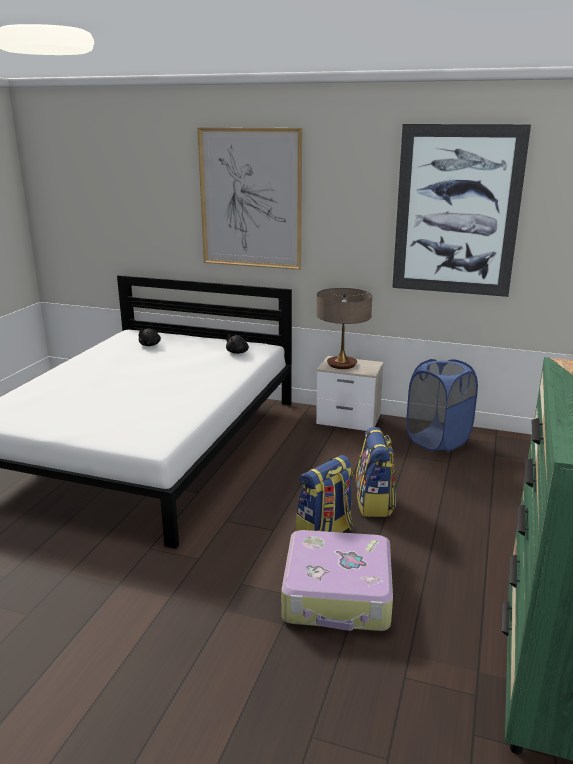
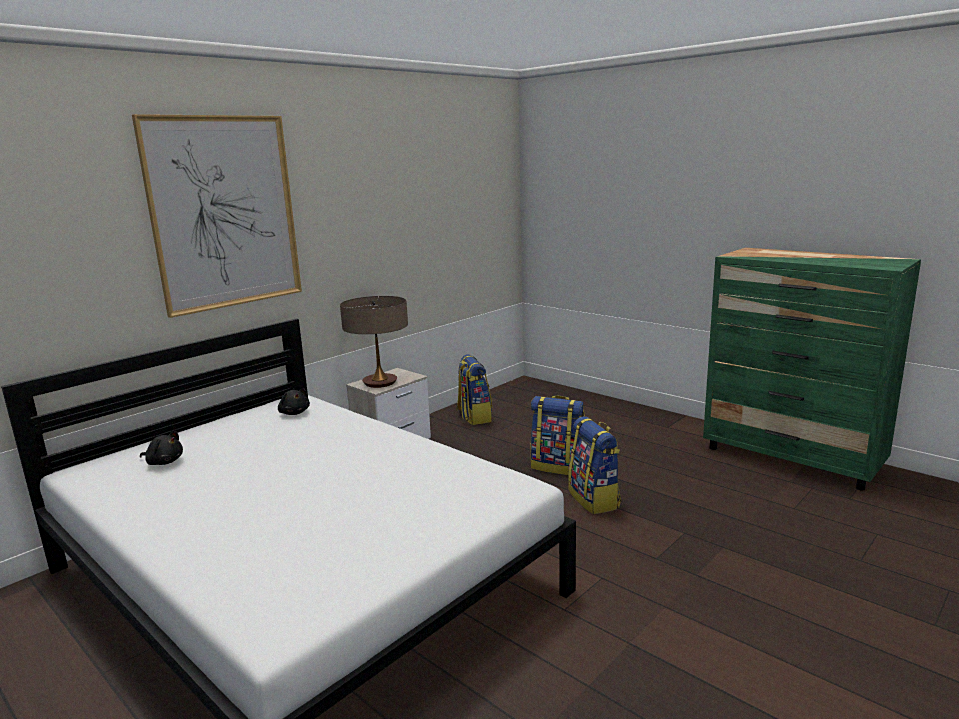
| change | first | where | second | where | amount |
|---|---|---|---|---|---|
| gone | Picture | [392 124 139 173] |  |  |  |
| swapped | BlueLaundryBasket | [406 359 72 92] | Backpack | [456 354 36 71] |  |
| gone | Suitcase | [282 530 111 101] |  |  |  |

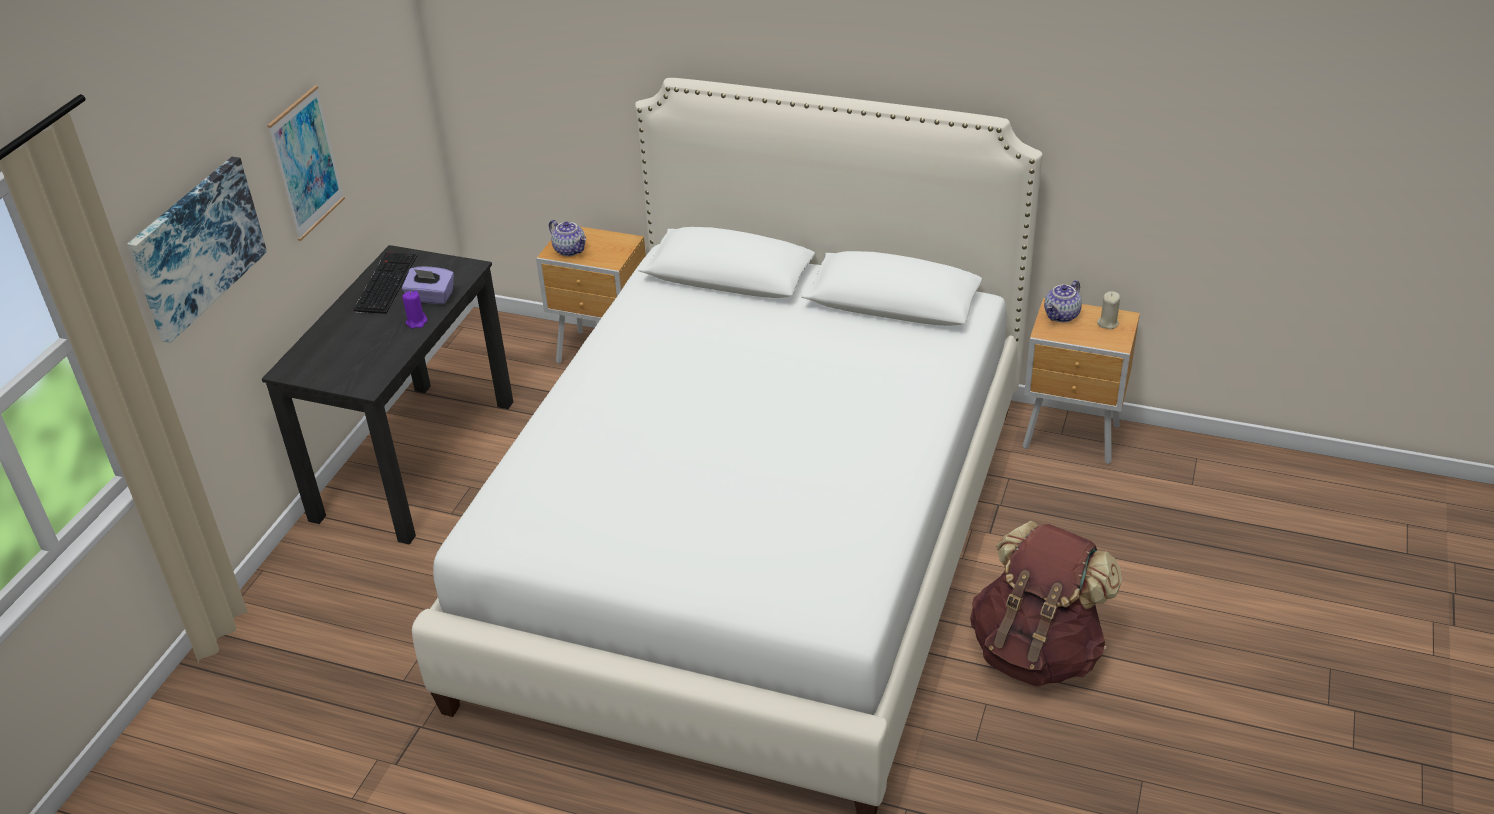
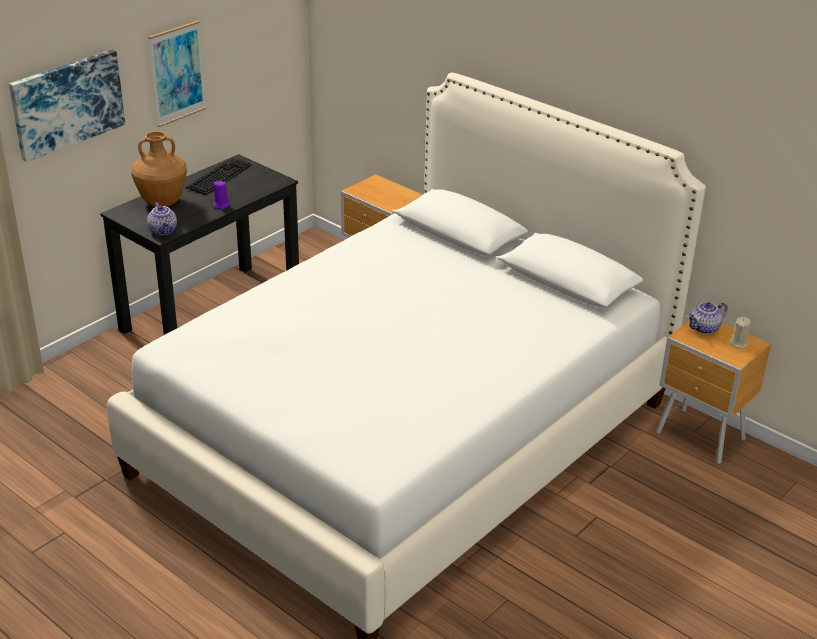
| change | first | where | second | where | amount |
|---|---|---|---|---|---|
| shifted | Teapot | [549 220 37 36] |  | [147 202 30 33] |  |
| gone | PurpleTissueBox | [402 267 52 37] |  |  |  |
| gone | BrownBackpack | [970 521 152 165] |  |  |  |
| new |  |  | BrownVase | [131 131 56 76] |  |

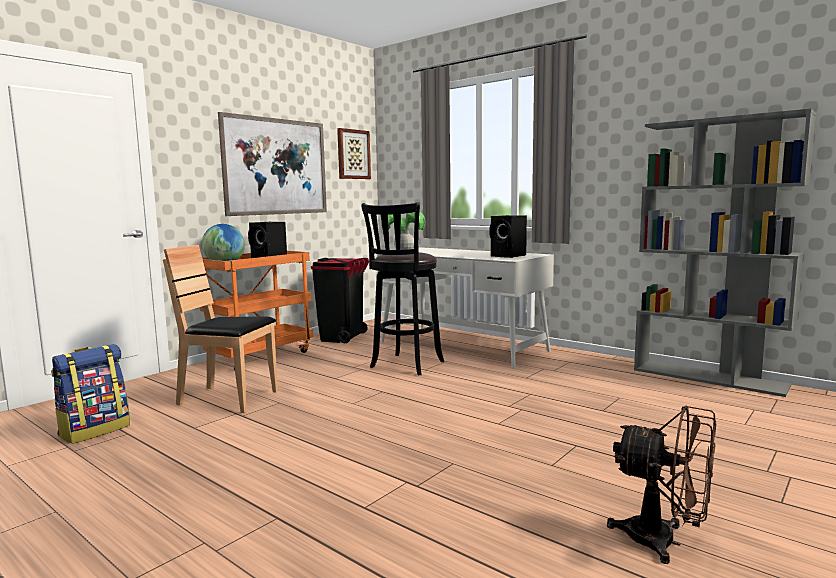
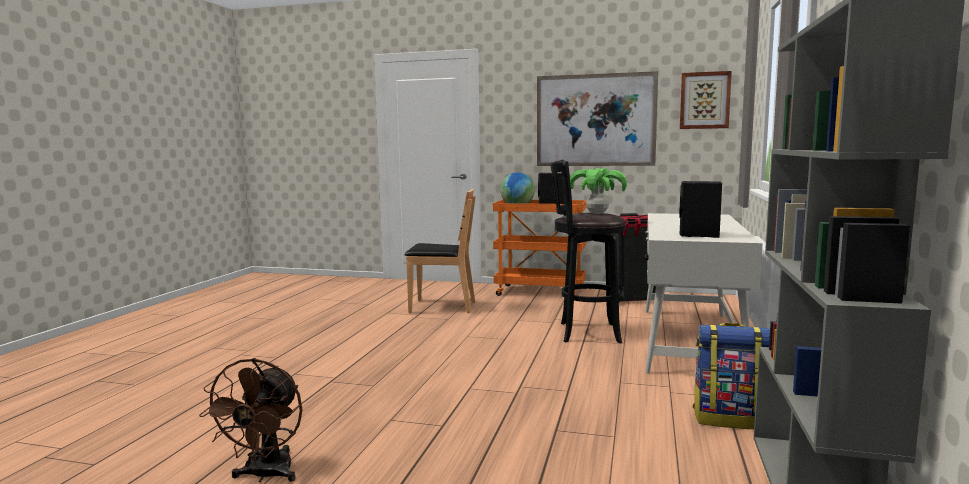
| change | first | where | second | where | amount |
|---|---|---|---|---|---|
| rotated | BrownChair | [163 245 115 168] |  | [405 189 71 124] | 105 degrees clockwise |
| shifted | Backpack | [51 344 79 100] |  | [693 323 77 106] |  |

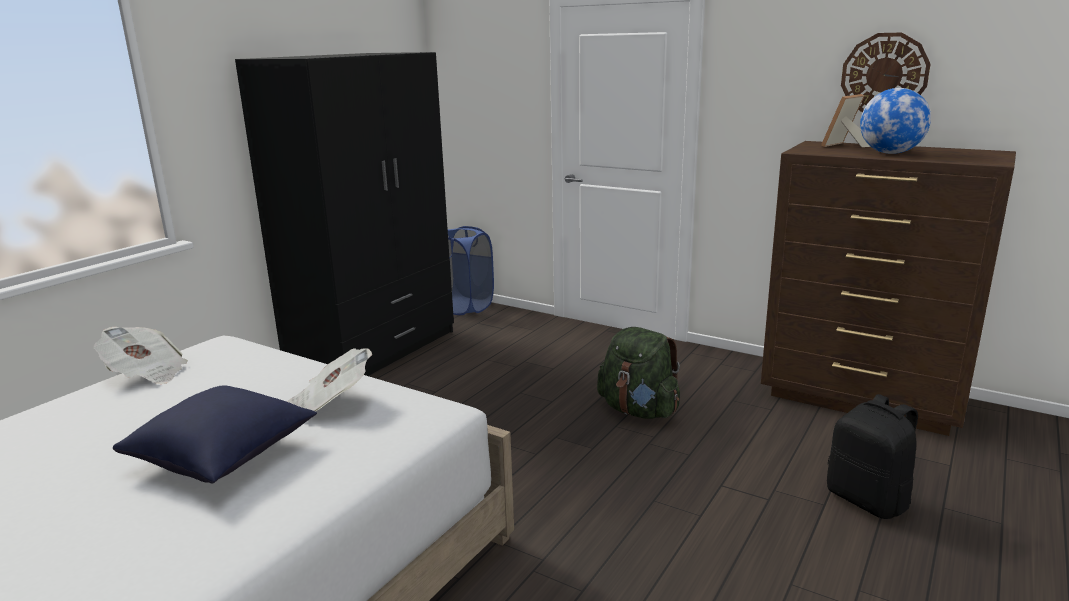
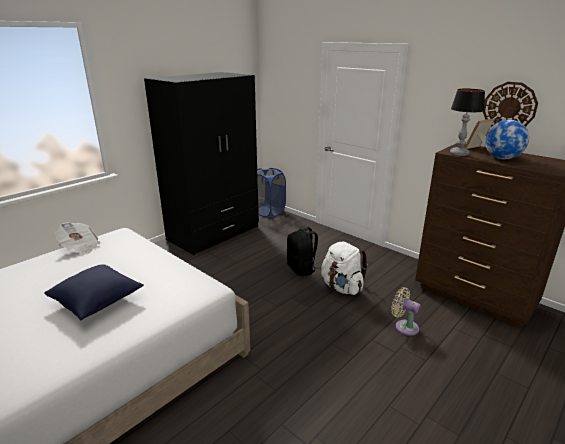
| change | first | where | second | where | amount |
|---|---|---|---|---|---|
| repainted | GreenBackpack | [597 327 83 92] | WhiteBackpack | [321 242 47 53] |  |
| gone | Newspaper | [287 348 85 64] |  |  |  |
| shifted | BlackBackpack | [827 394 91 125] |  | [287 227 31 49] |  |
| new |  |  | TableLamp | [450 89 35 67] |  |
| new |  |  | BeigeFan | [391 287 30 49] |  |

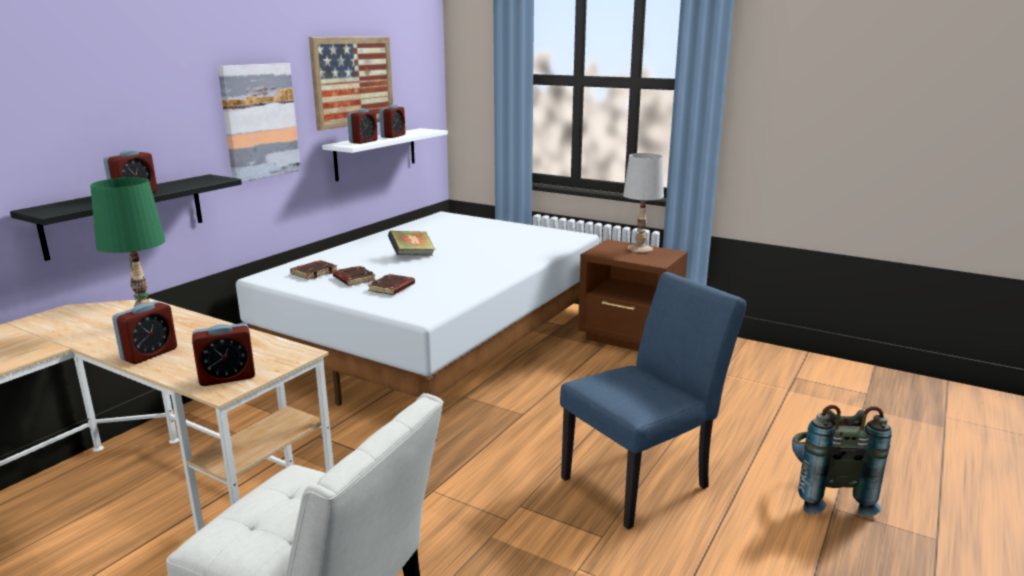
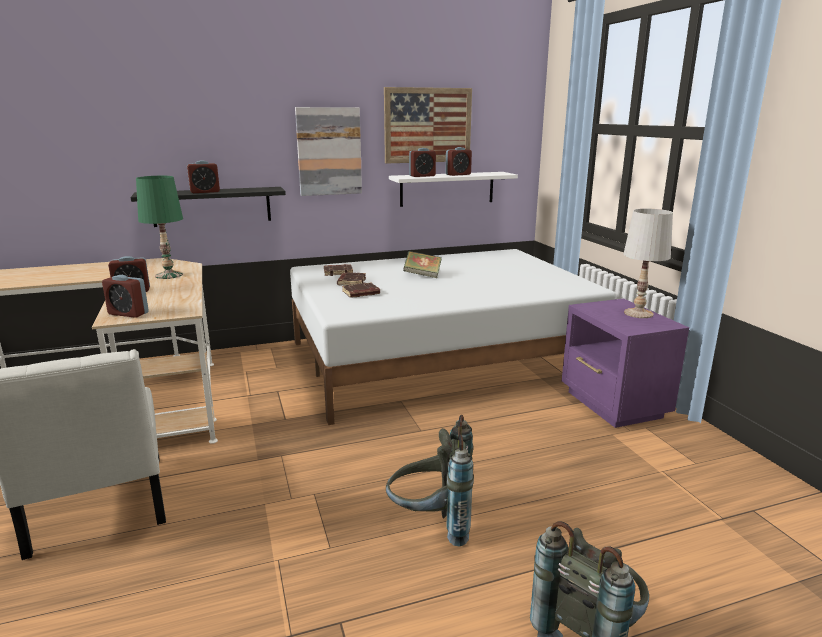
| change | first | where | second | where | amount |
|---|---|---|---|---|---|
| repainted | BrownNightstand | [578 239 110 112] | PurpleNightstand | [562 298 127 130] |  |
| swapped | BlueChair | [560 272 186 258] | GreyBackpack | [386 415 88 131] |  |

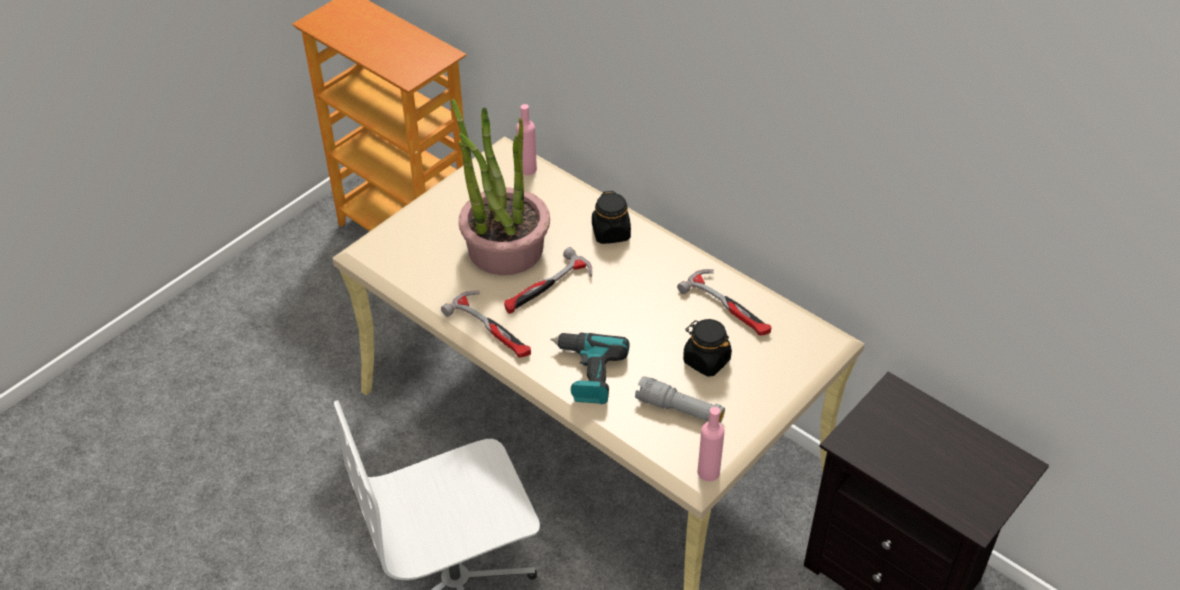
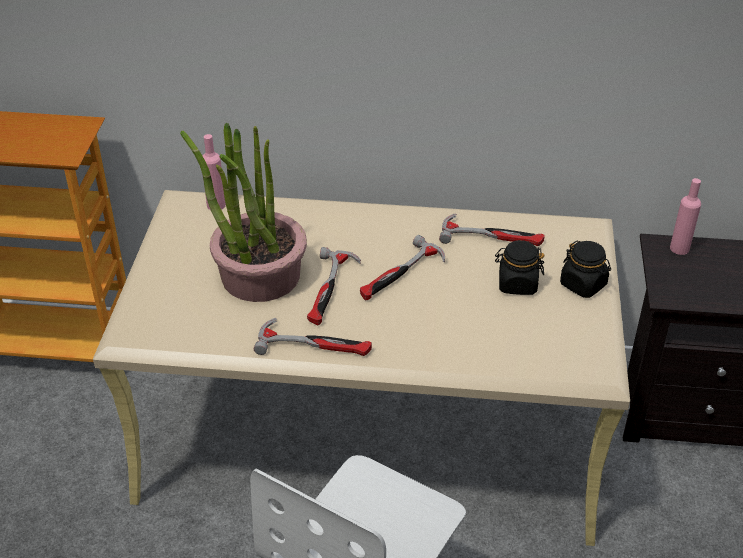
| change | first | where | second | where | amount |
|---|---|---|---|---|---|
| shifted | BlackJar | [592 191 39 53] |  | [560 240 51 58] |  |
| gone | PowerDrill | [550 333 80 71] |  |  |  |
| gone | GreyFlashlight | [635 376 90 48] |  |  |  |
| shifted | PinkBottle | [697 407 28 75] |  | [670 178 31 77] |  |
| new |  |  | Hammer | [360 235 85 65] |  |

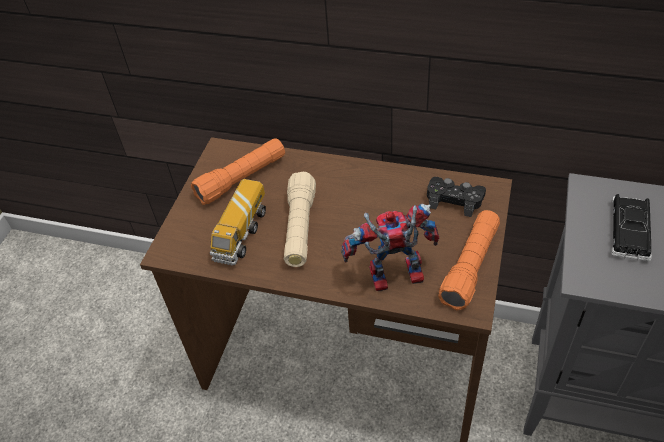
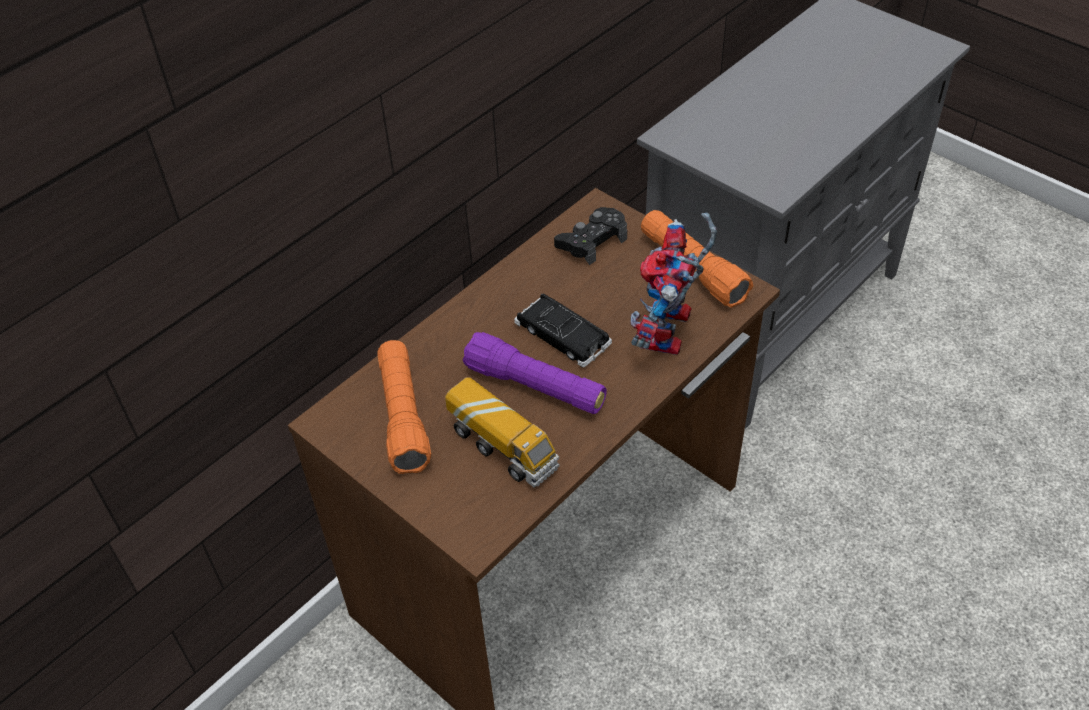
| change | first | where | second | where | amount |
|---|---|---|---|---|---|
| repainted | BeigeFlashlight | [284 172 32 95] | PurpleFlashlight | [463 332 144 82] |  |
| shifted | BlackToyCar | [611 194 41 67] |  | [514 293 98 74] |  |

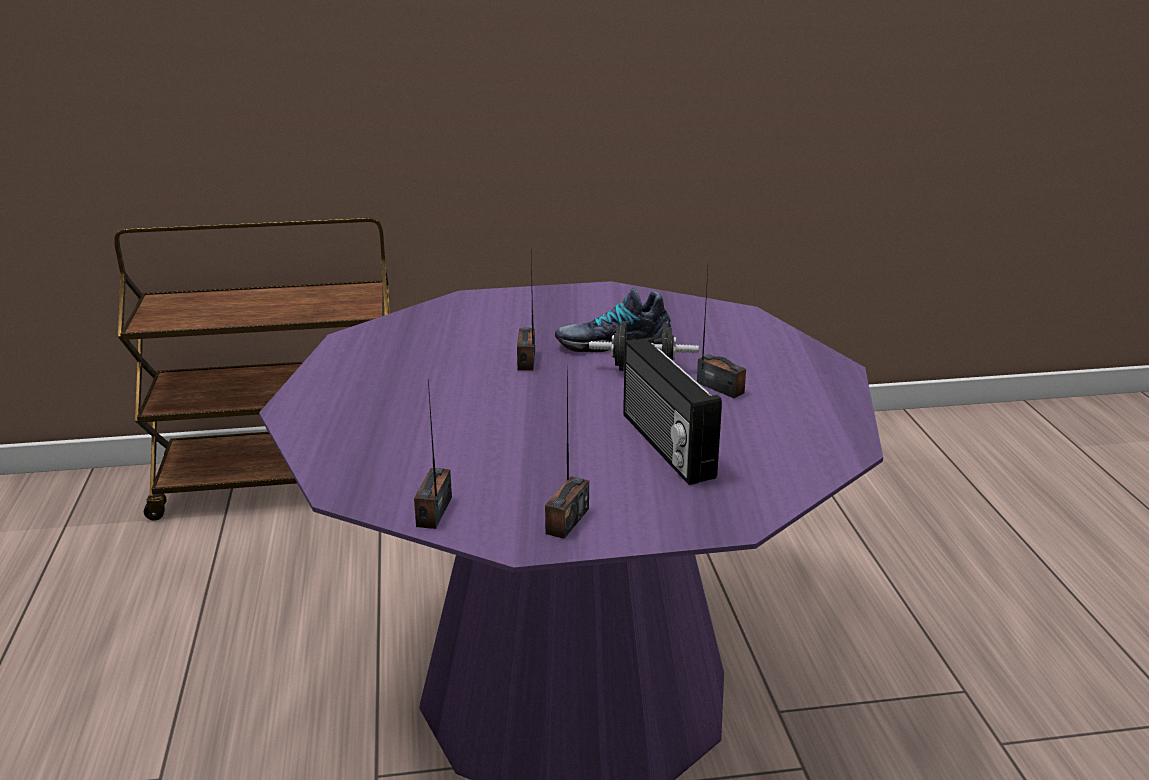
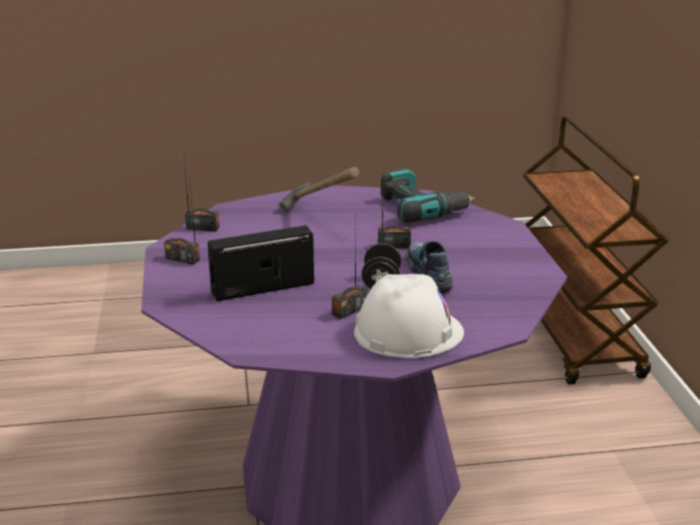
| change | first | where | second | where | amount |
|---|---|---|---|---|---|
| new |  |  | Hammer | [279 167 80 44] |  |
| new |  |  | PowerDrill | [381 169 94 54] |  |
| new |  |  | WhiteHardHat | [354 274 110 84] |  |

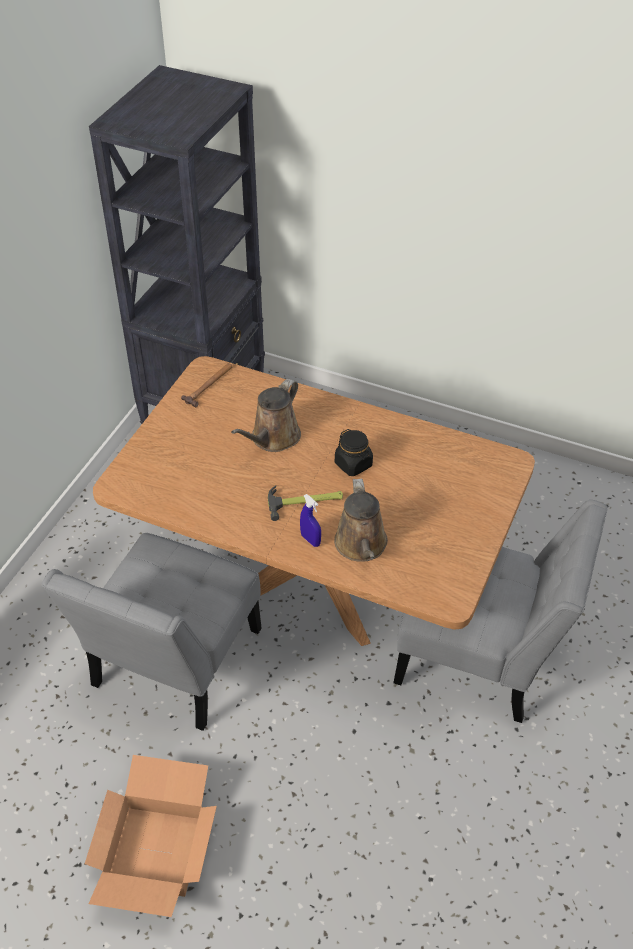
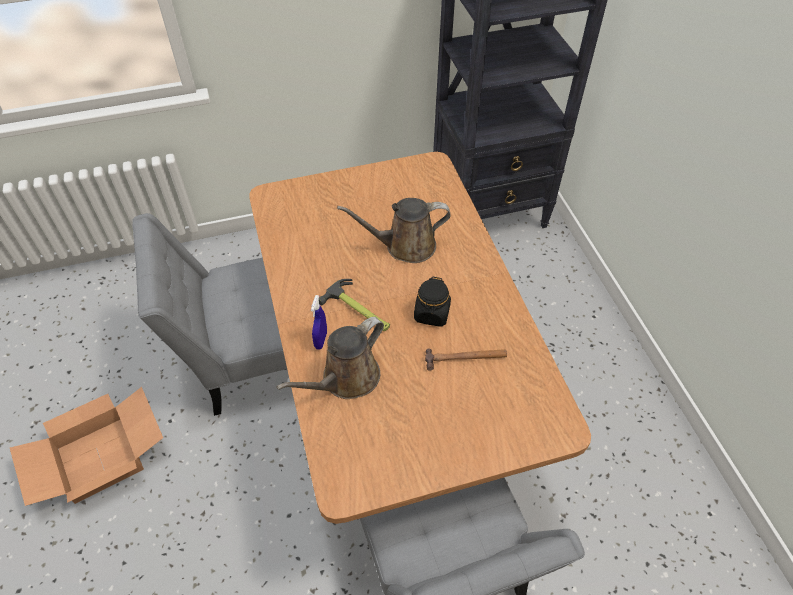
| change | first | where | second | where | amount |
|---|---|---|---|---|---|
| shifted | Hammer | [181 363 51 44] |  | [425 348 82 23] |  |

